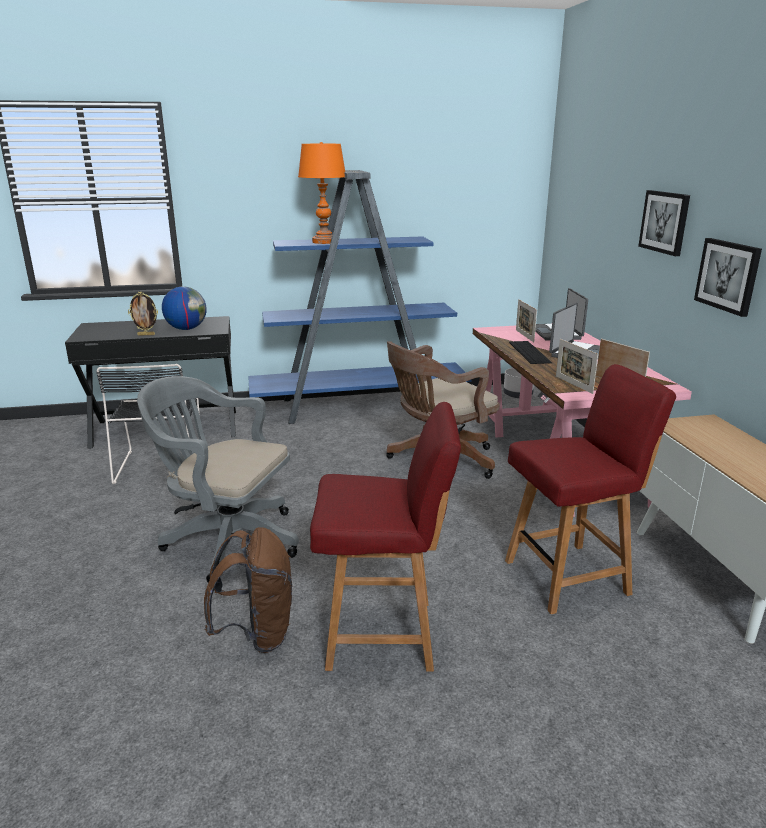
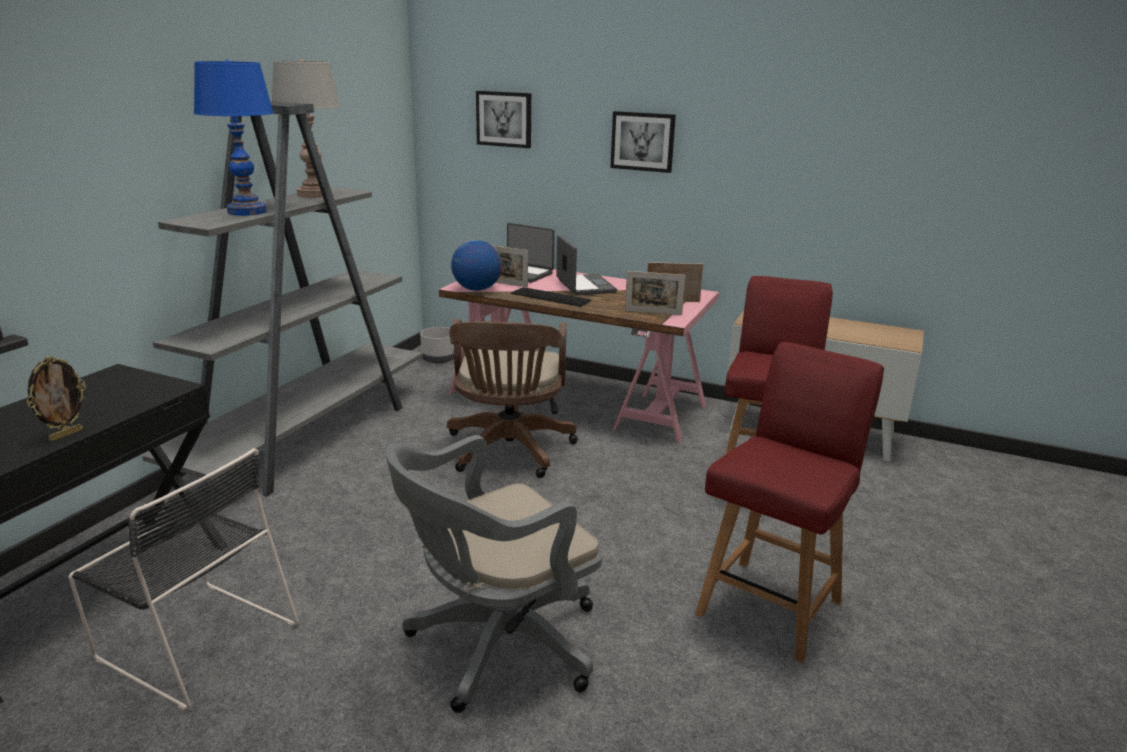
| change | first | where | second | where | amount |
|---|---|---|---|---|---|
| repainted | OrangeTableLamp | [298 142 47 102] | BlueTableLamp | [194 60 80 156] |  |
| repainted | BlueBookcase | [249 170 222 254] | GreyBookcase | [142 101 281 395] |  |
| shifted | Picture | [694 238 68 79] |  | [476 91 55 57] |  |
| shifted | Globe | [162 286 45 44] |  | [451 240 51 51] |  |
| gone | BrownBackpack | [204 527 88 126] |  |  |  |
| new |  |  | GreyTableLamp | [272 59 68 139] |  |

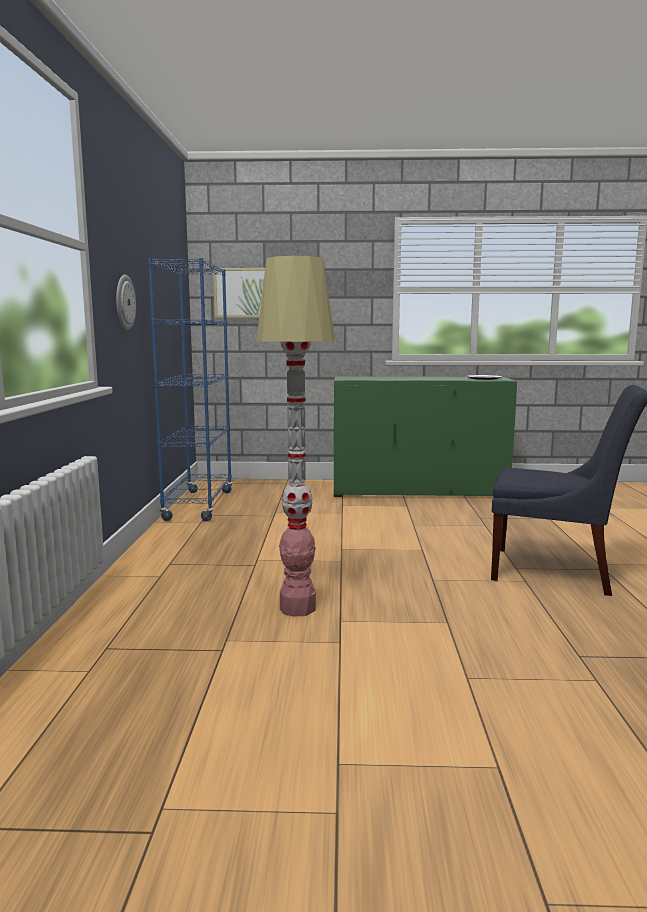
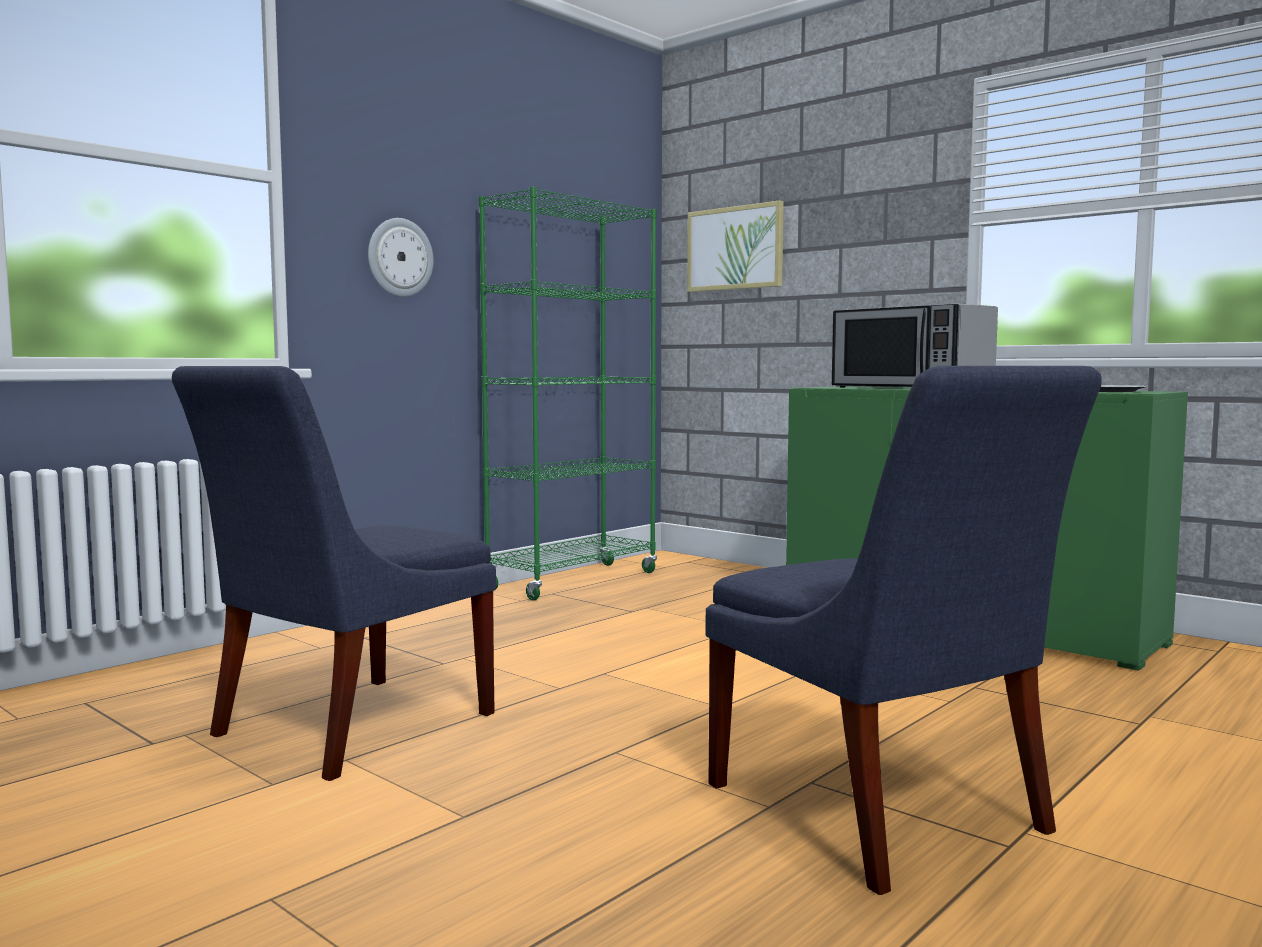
| change | first | where | second | where | amount |
|---|---|---|---|---|---|
| swapped | FloorLamp | [256 256 79 360] | BlueChair | [172 366 324 415] |  |
| repainted | BlueBookcase | [148 258 85 263] | GreenBookcase | [479 187 178 414] |  |
| new |  |  | Microwave | [832 304 166 84] |  |

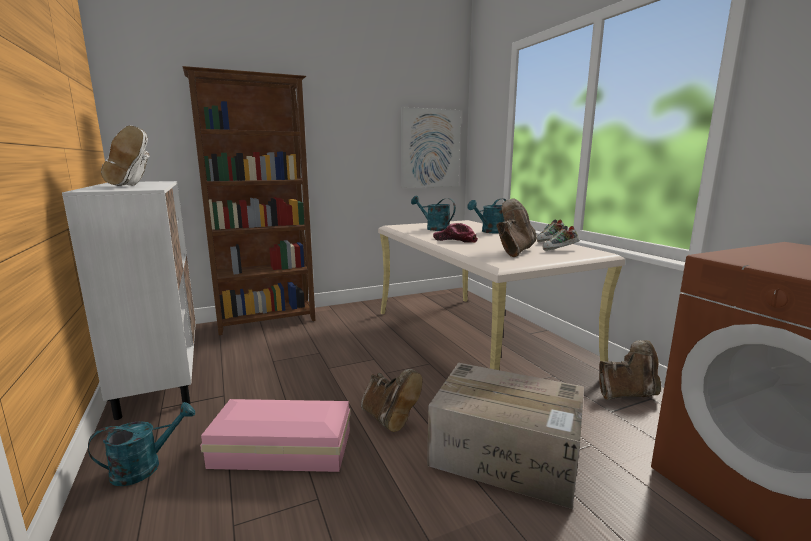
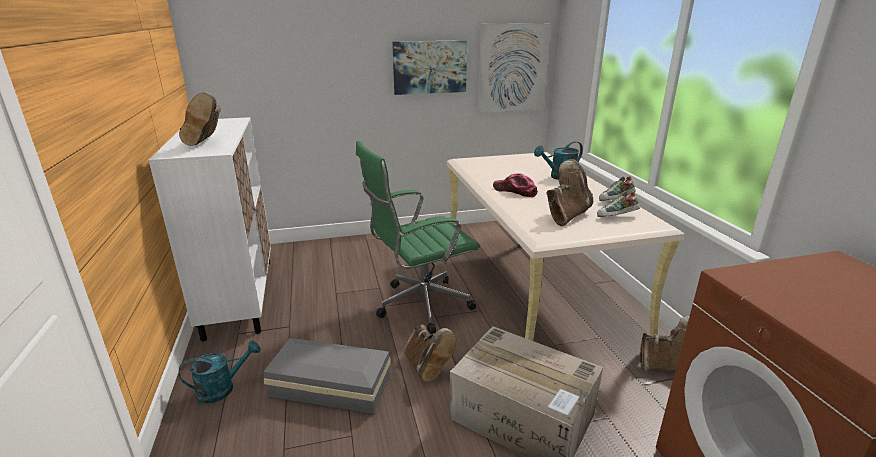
| change | first | where | second | where | amount |
|---|---|---|---|---|---|
| gone | BrownBookcase | [182 66 134 269] |  |  |  |
| repainted | WhiteBoot | [101 125 49 61] | BrownBoot | [179 92 42 54] |  |
| gone | TurquoiseWateringCan | [411 196 45 35] |  |  |  |
| repainted | PinkStorageBox | [200 399 151 73] | GreyStorageBox | [263 338 128 76] |  |
| new |  |  | Picture | [392 40 75 55] |  |
| new |  |  | GreenOfficeChair | [356 141 124 193] |  |

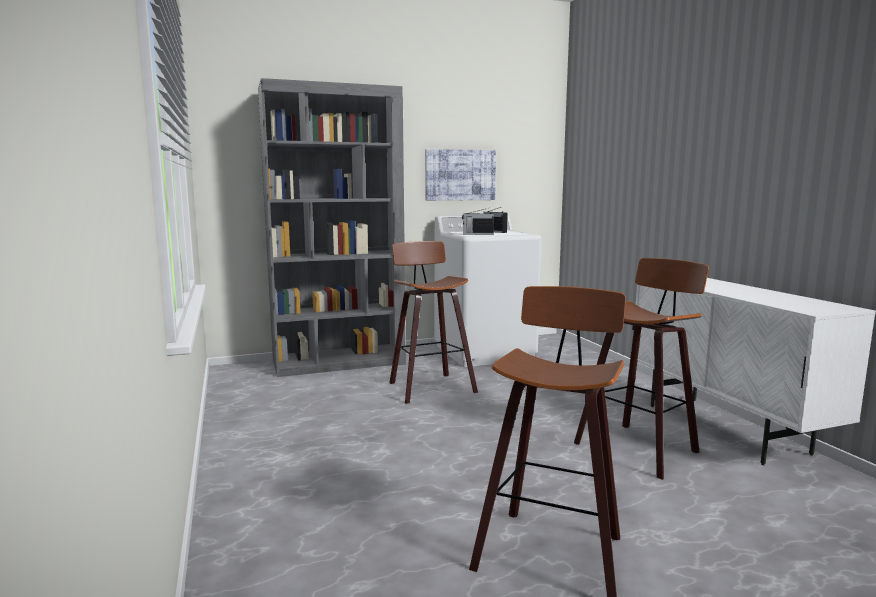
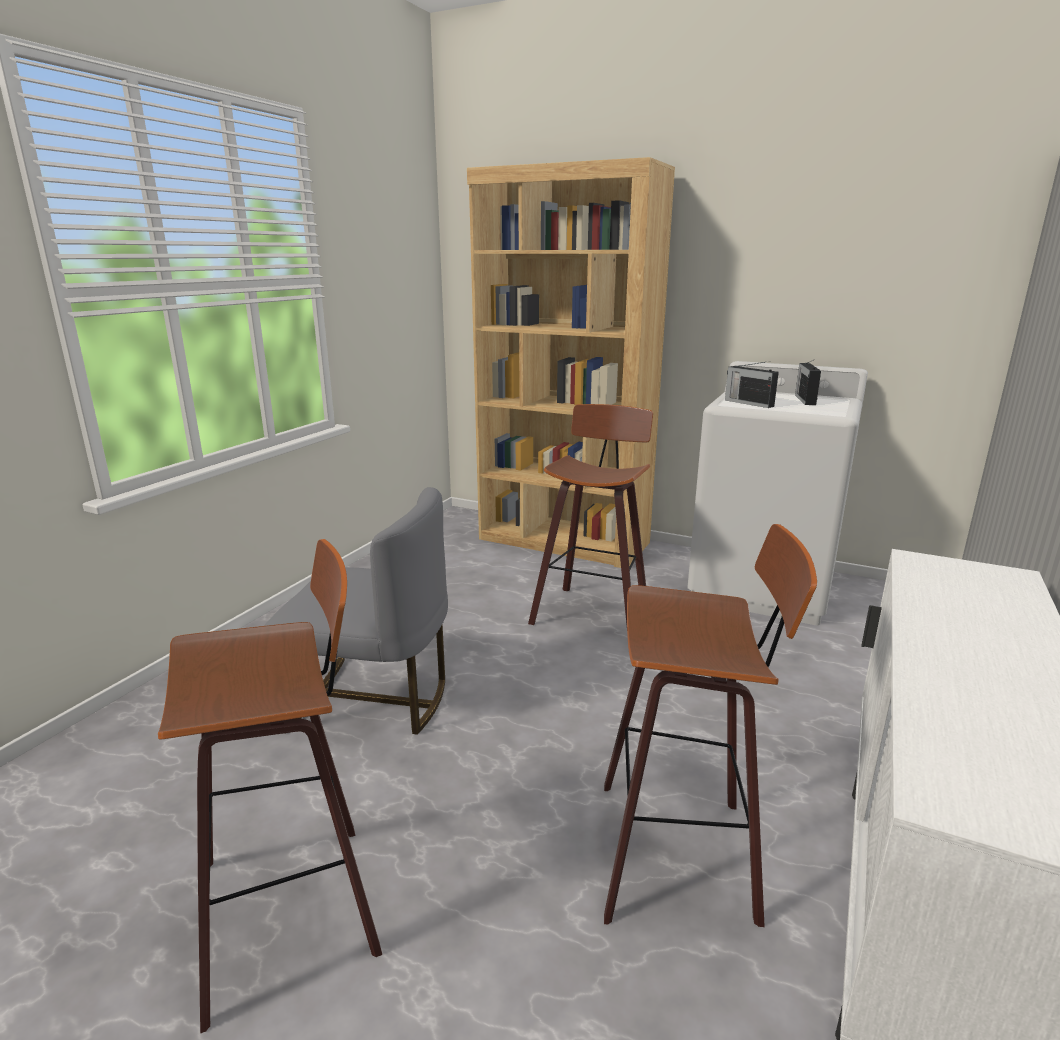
| change | first | where | second | where | amount |
|---|---|---|---|---|---|
| repainted | GreyBookcase | [258 78 148 299] | BrownBookcase | [467 157 208 411] |  |
| gone | Picture | [425 149 71 52] |  |  |  |
| new |  |  | GreyChair | [264 487 184 248] |  |

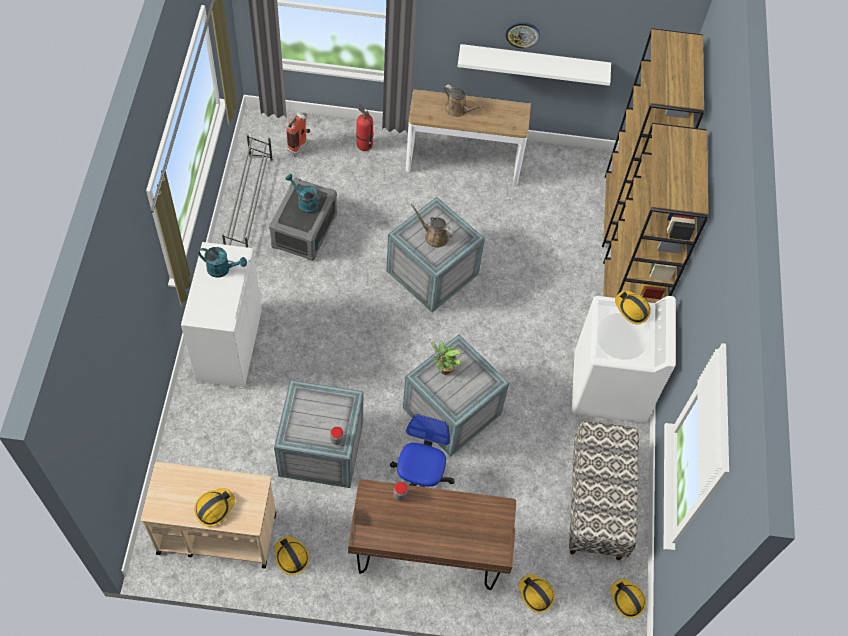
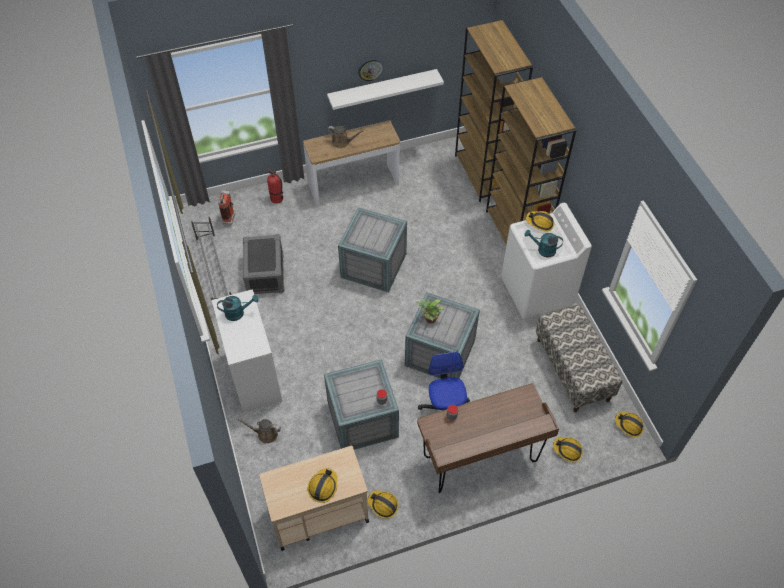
| change | first | where | second | where | amount |
|---|---|---|---|---|---|
| shifted | TurquoiseWateringCan | [285 174 36 40] |  | [525 230 38 28] |  |
| shifted | BrownWateringCan | [410 204 44 44] |  | [237 418 44 26] |  |

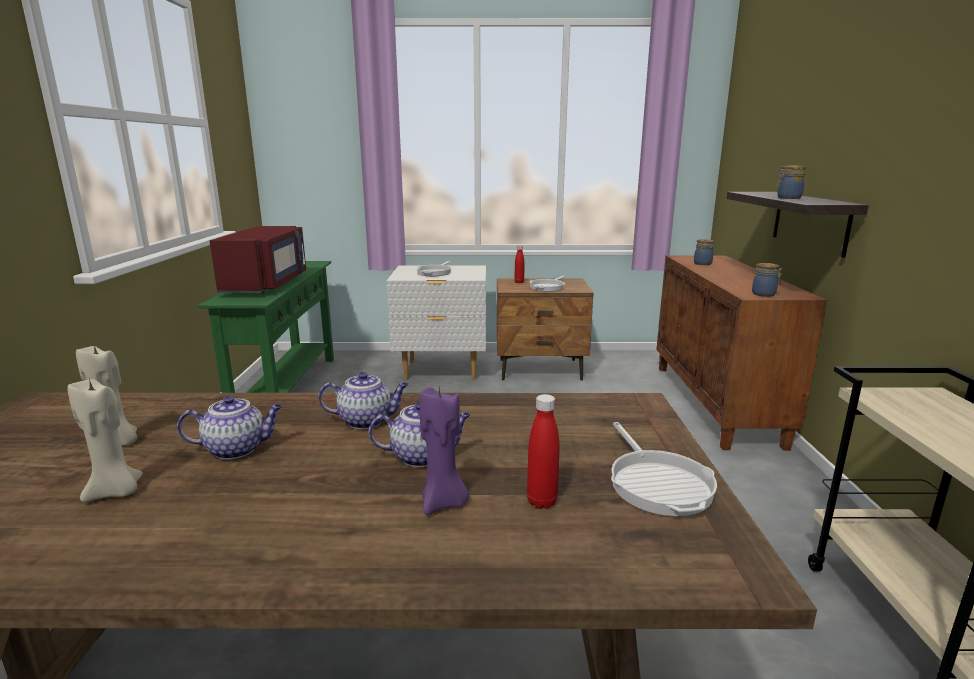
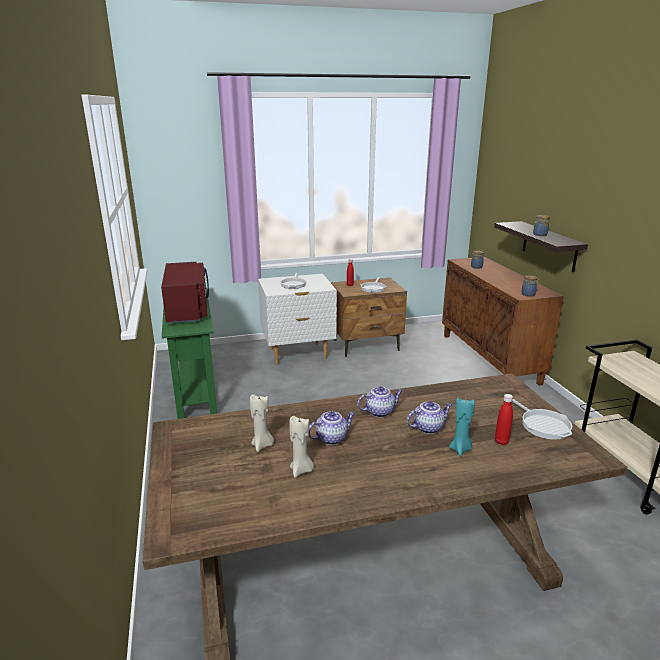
| change | first | where | second | where | amount |
|---|---|---|---|---|---|
| repainted | PurpleCandle | [419 387 50 128] | TurquoiseCandle | [449 398 26 58] |  |

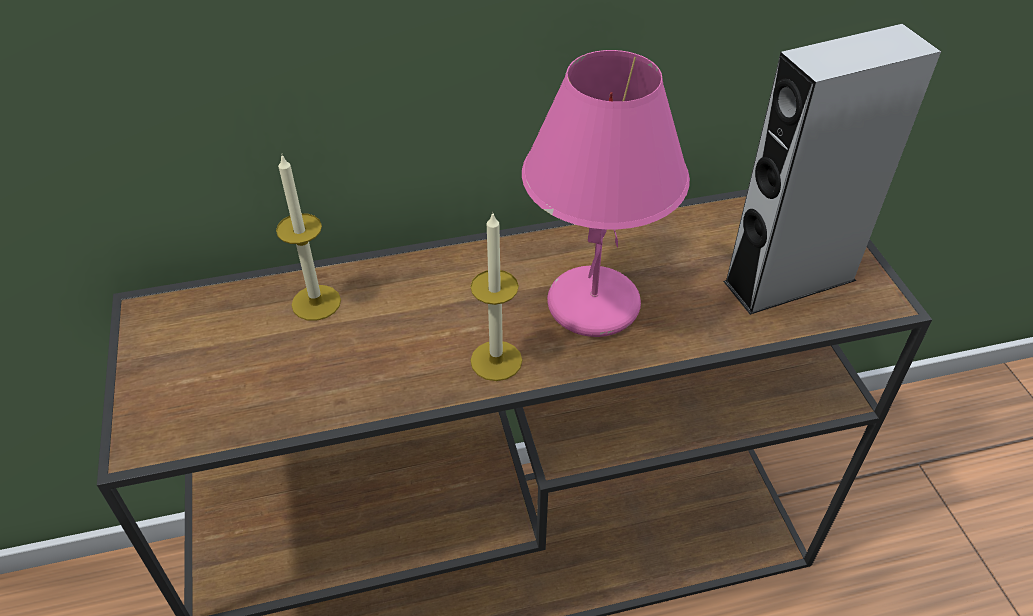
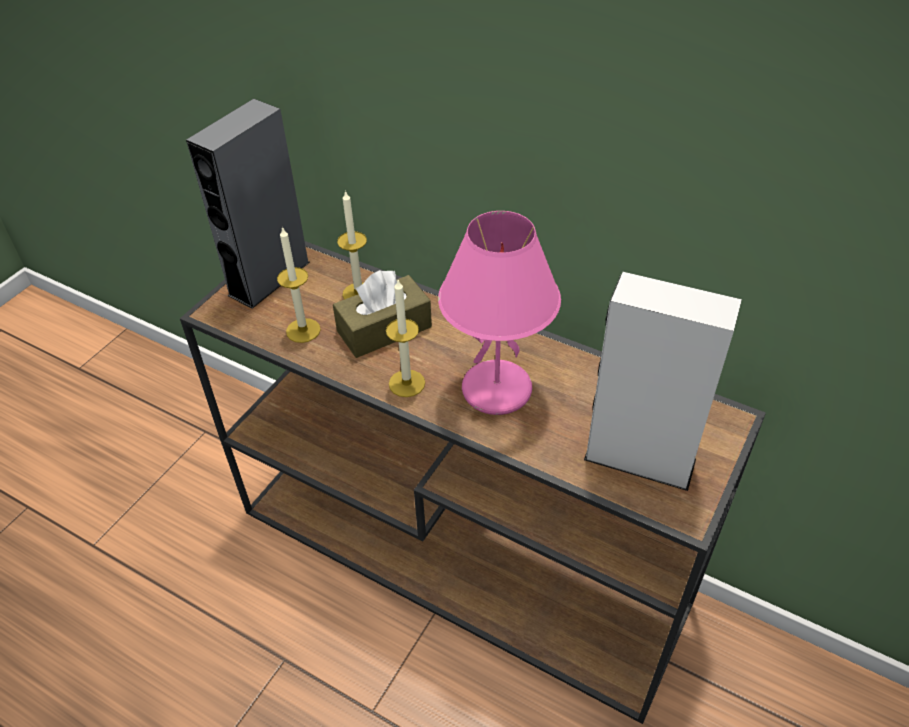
| change | first | where | second | where | amount |
|---|---|---|---|---|---|
| new |  |  | GreySpeaker | [186 99 124 210] |  |
| new |  |  | Candle | [277 226 44 117] |  |
| new |  |  | BrownTissueBox | [333 270 99 88] |  |

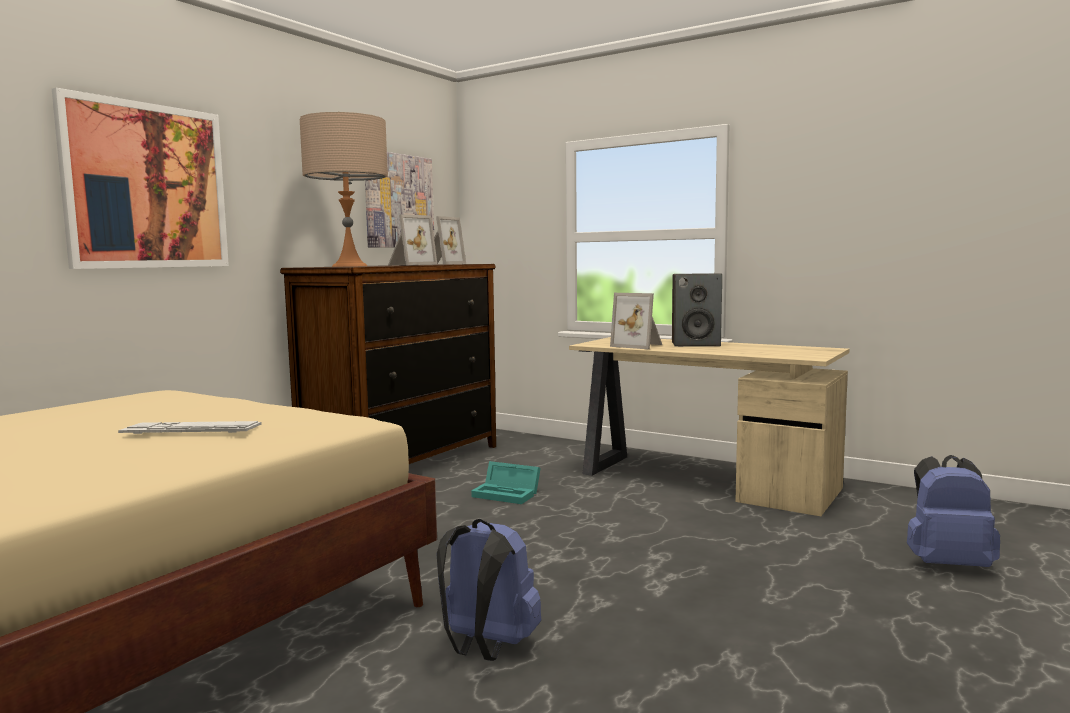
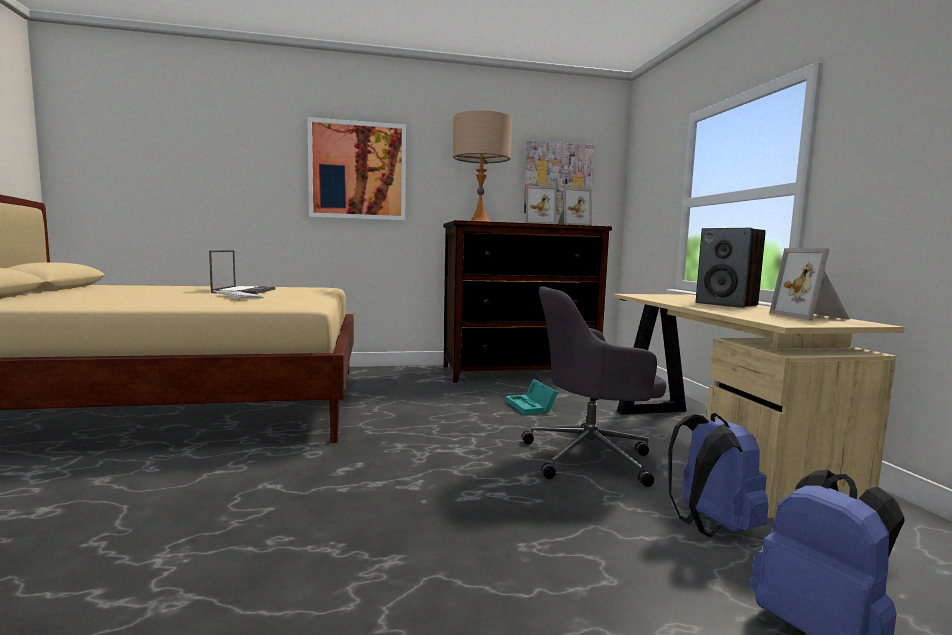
| change | first | where | second | where | amount |
|---|---|---|---|---|---|
| shifted | PictureFrame | [610 293 52 56] |  | [769 248 81 72] |  |
| shifted | BlueBackpack | [437 519 104 142] |  | [668 413 101 124] |  |
| new |  |  | Laptop | [209 250 66 44] |  |
| new |  |  | GreyOfficeChair | [522 286 144 201] |  |

